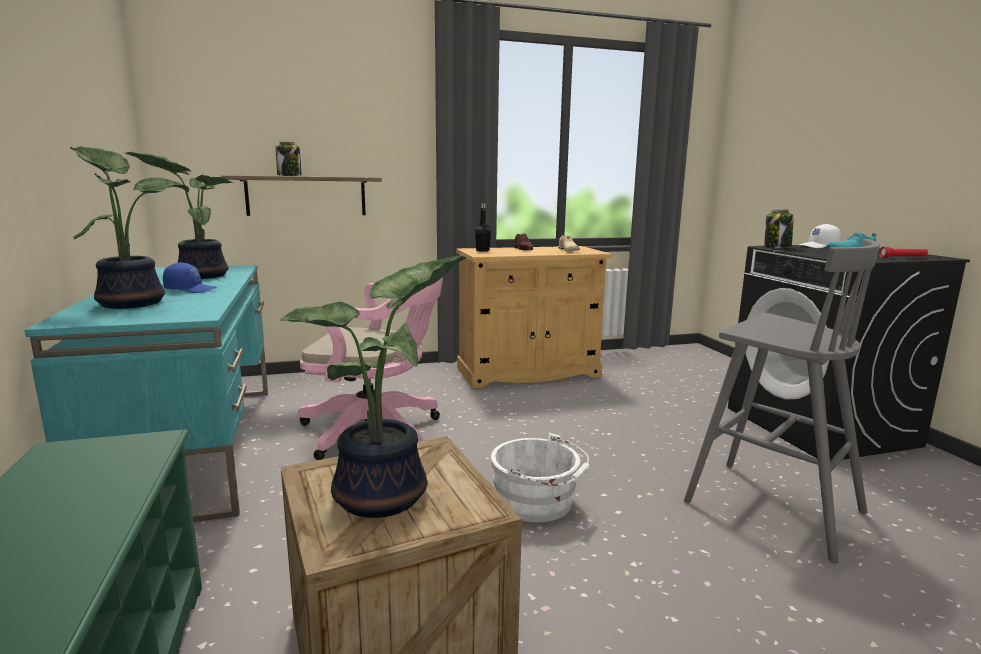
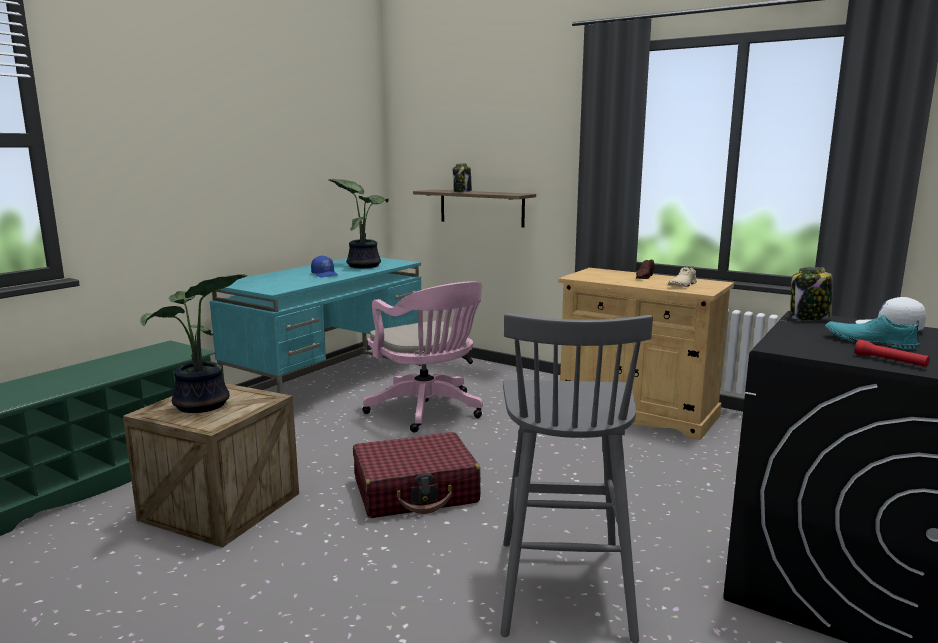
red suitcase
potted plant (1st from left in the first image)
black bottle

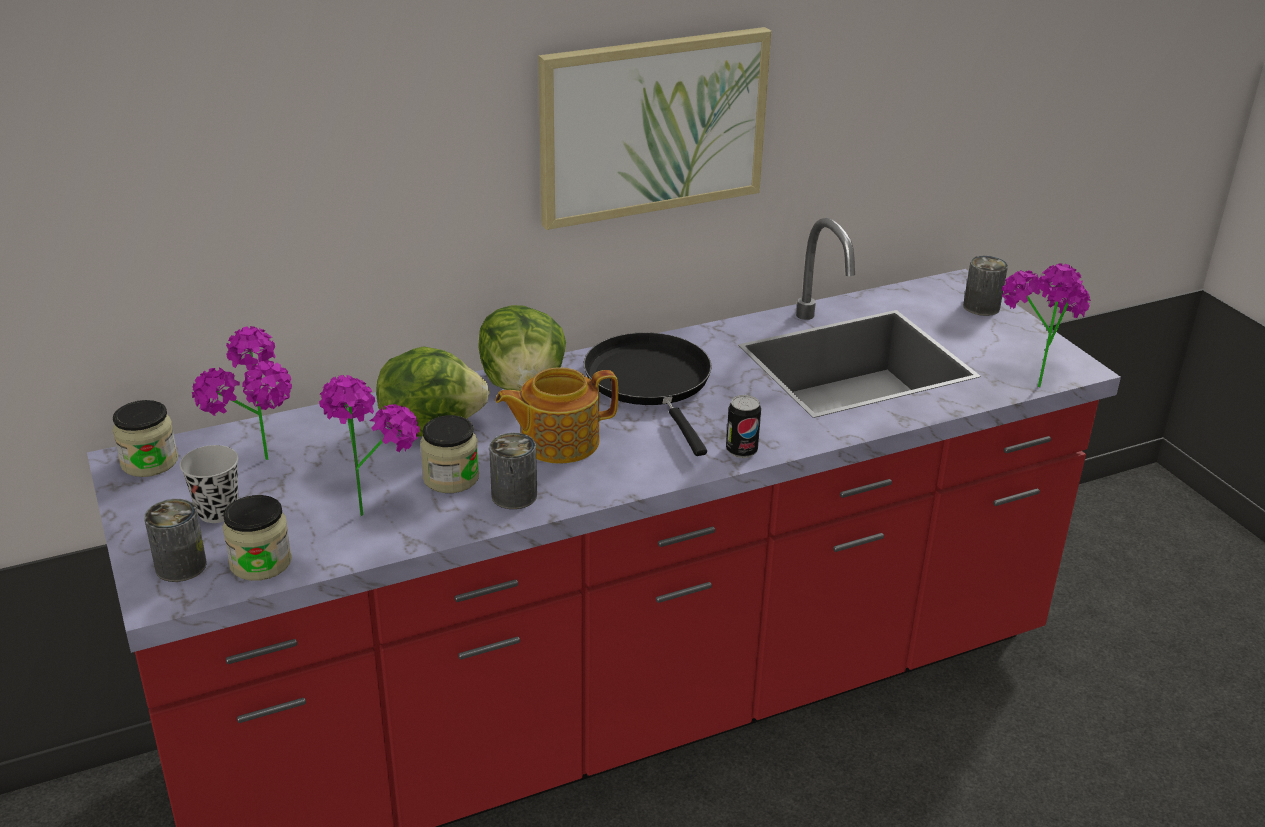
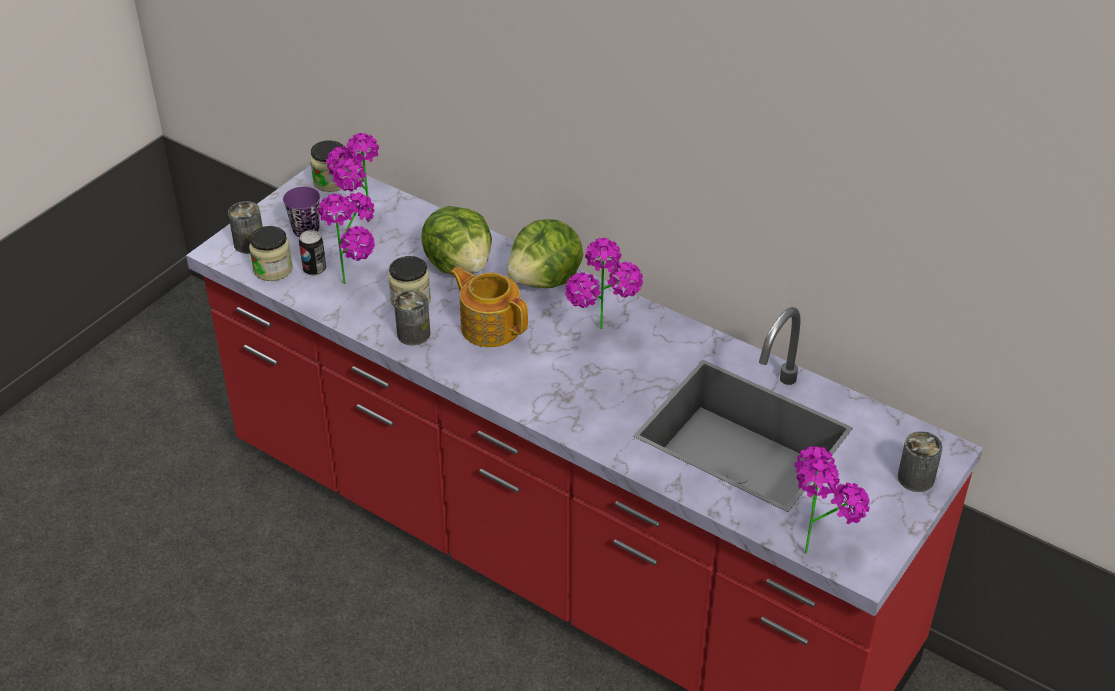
purple cup
can (2nd from left)
potted plant (3rd from left)
picture

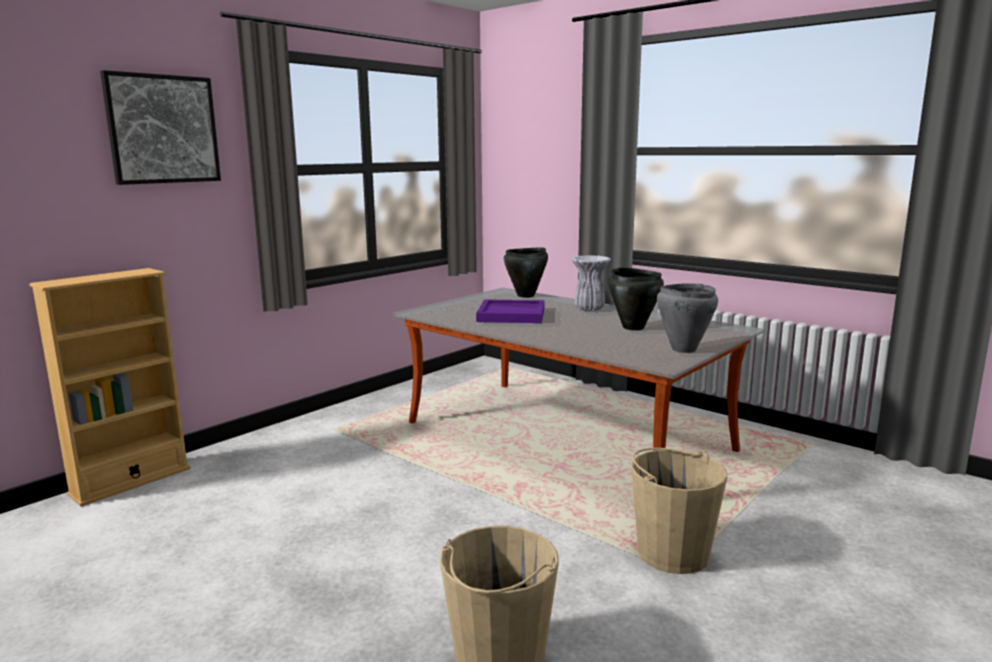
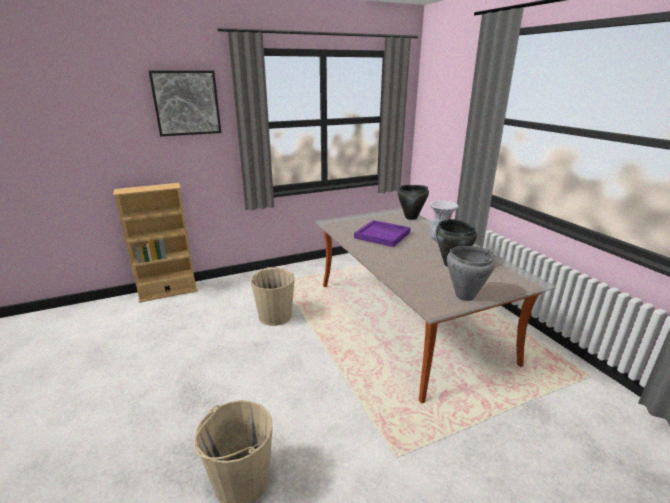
beige bucket (2nd from left)

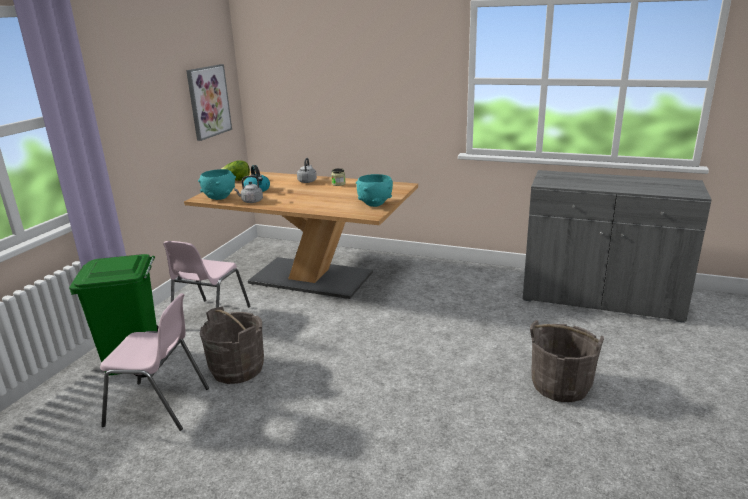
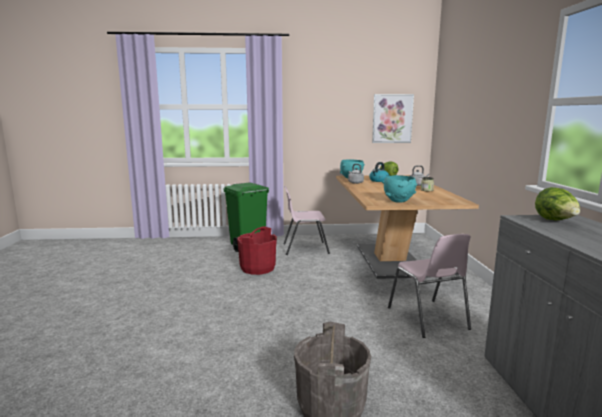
red bucket
pink chair (2nd from left)
lettuce (2nd from left)

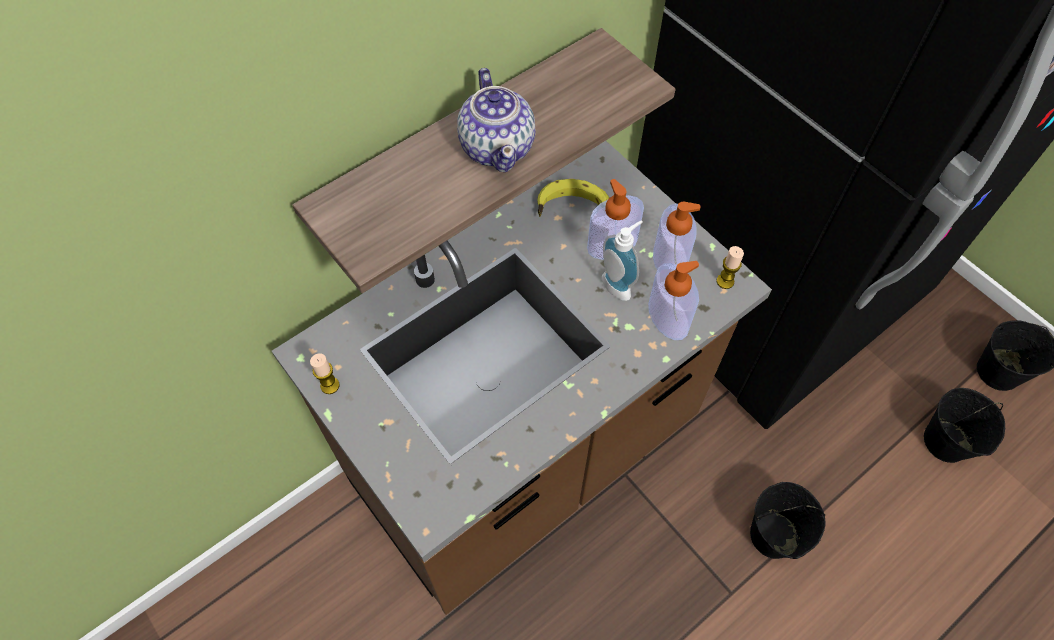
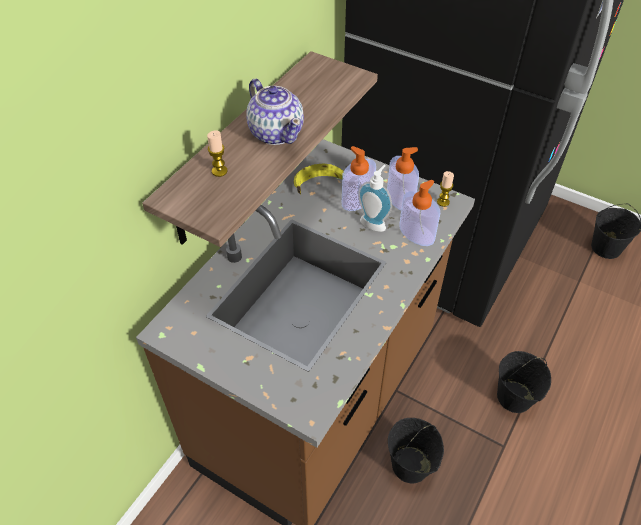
candle (1st from left)
black bucket (1st from left)

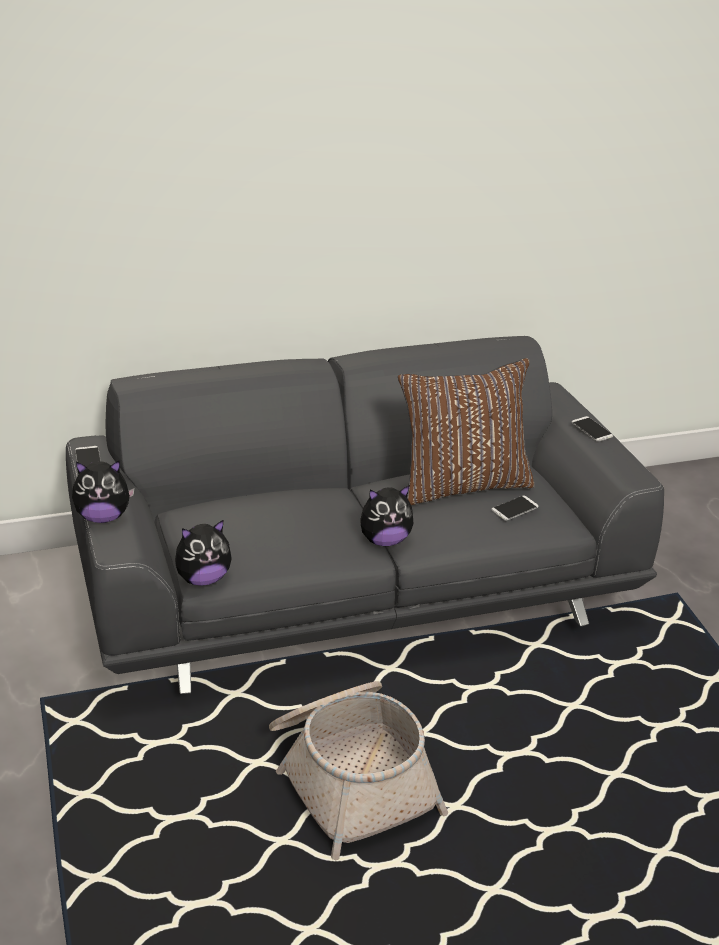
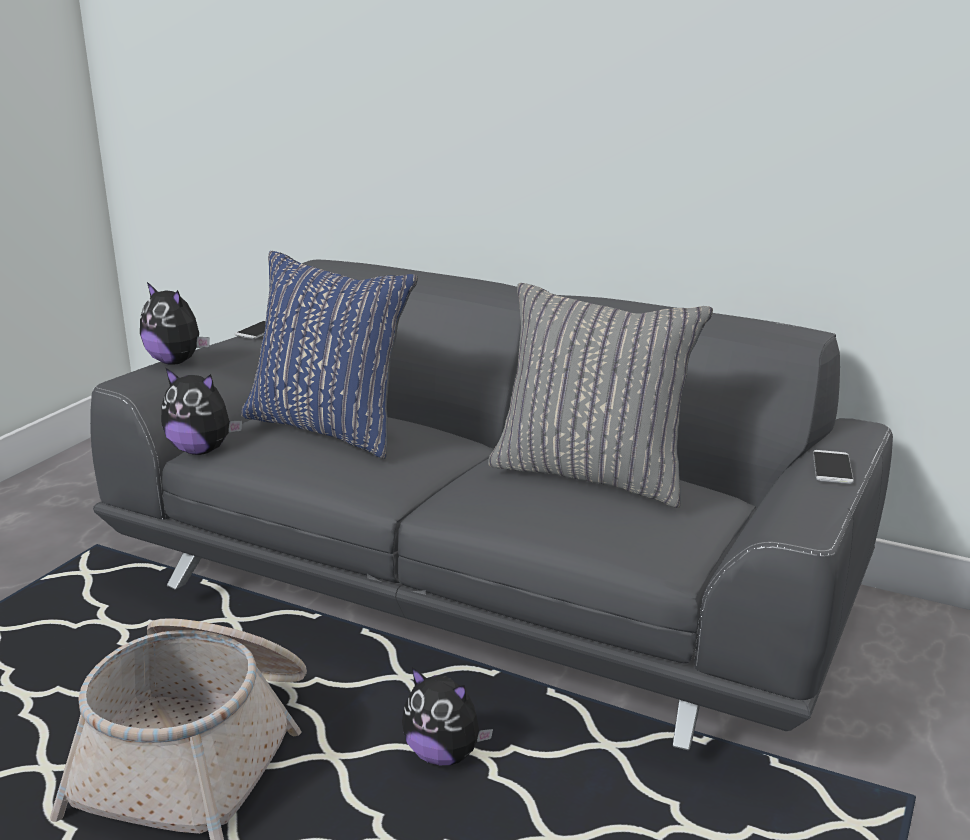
blue pillow
plush toy (3rd from left)
grey pillow
phone (2nd from left in the first image)

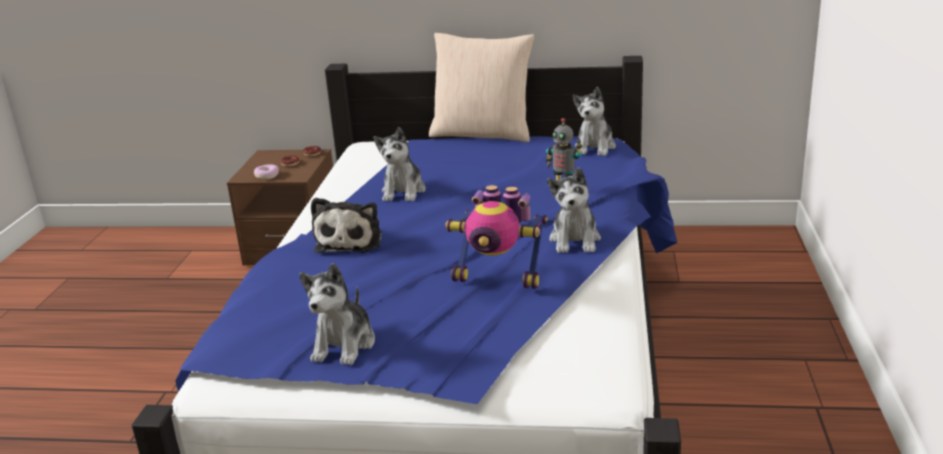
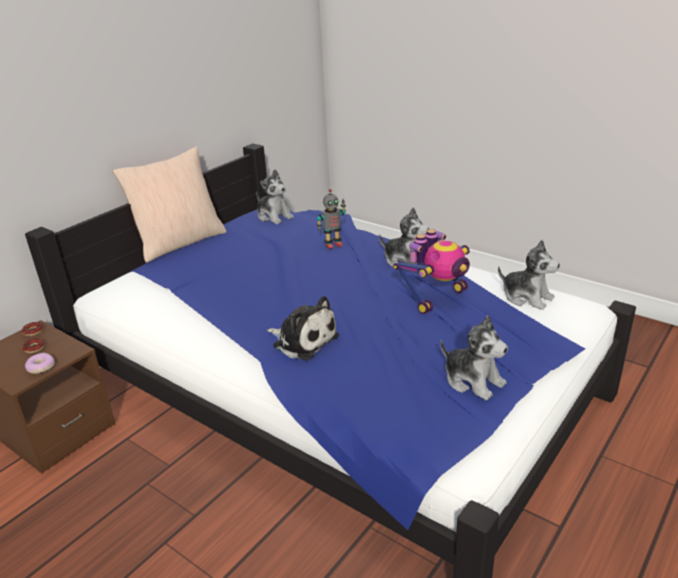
plush toy (5th from left)

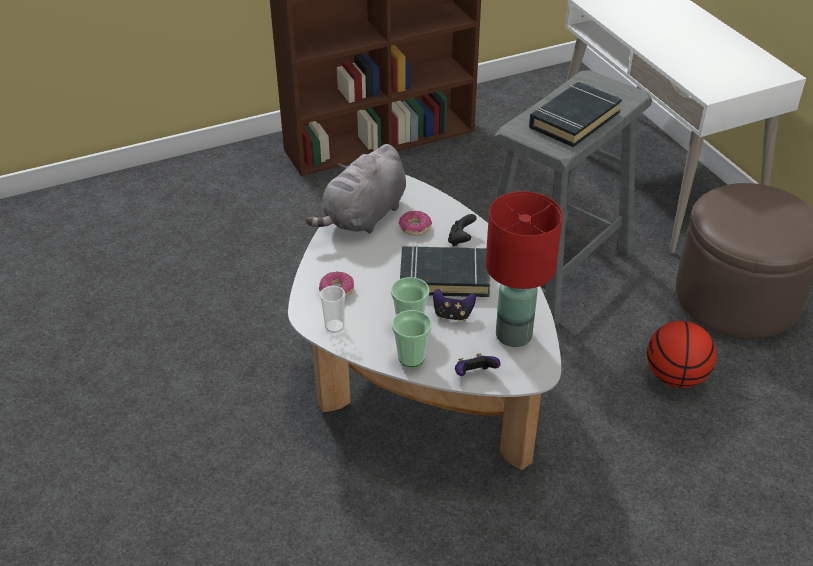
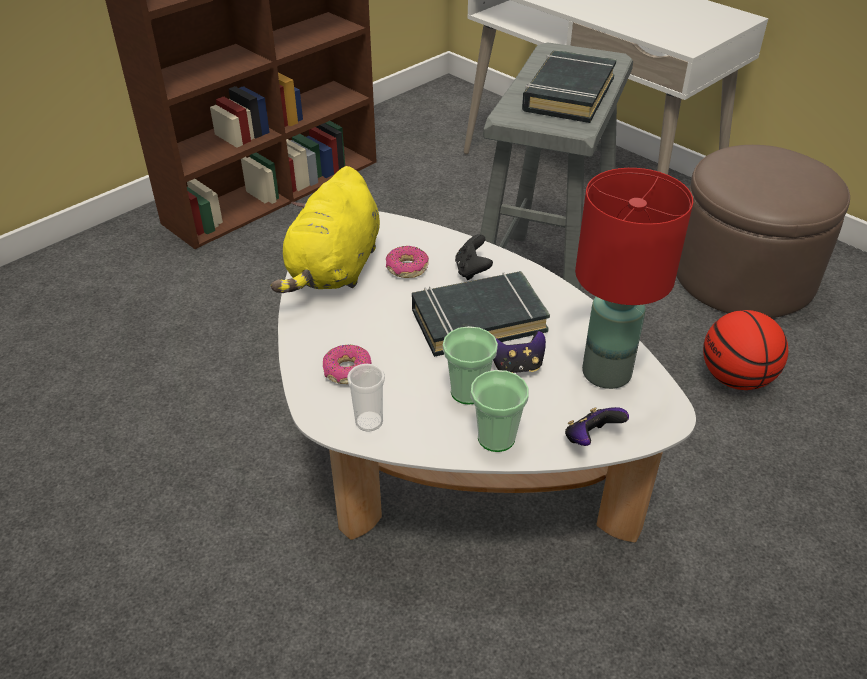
yellow plush toy

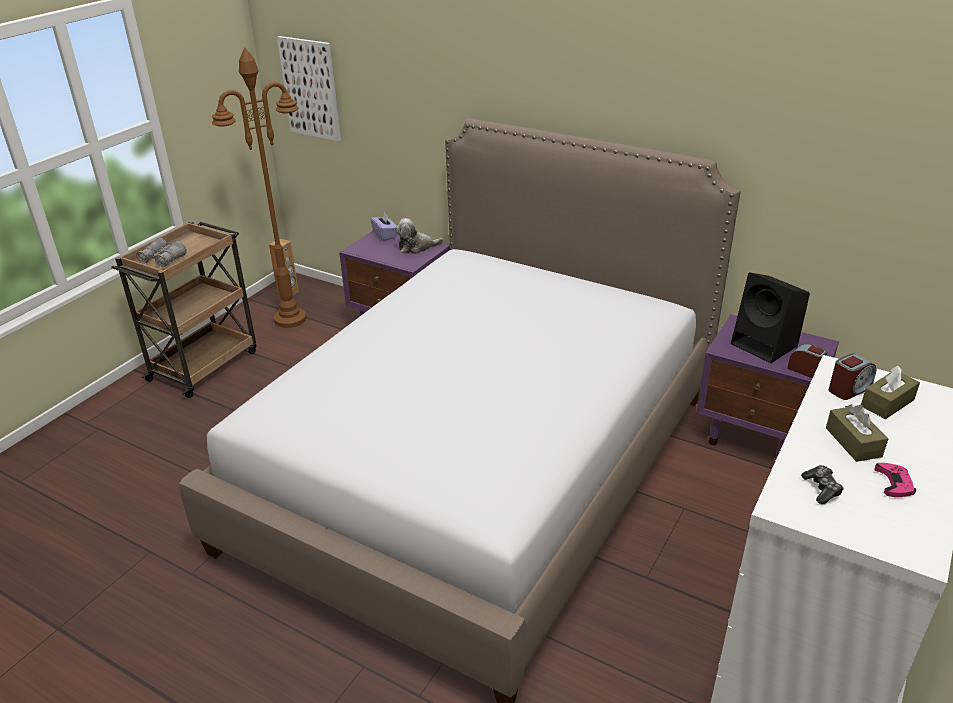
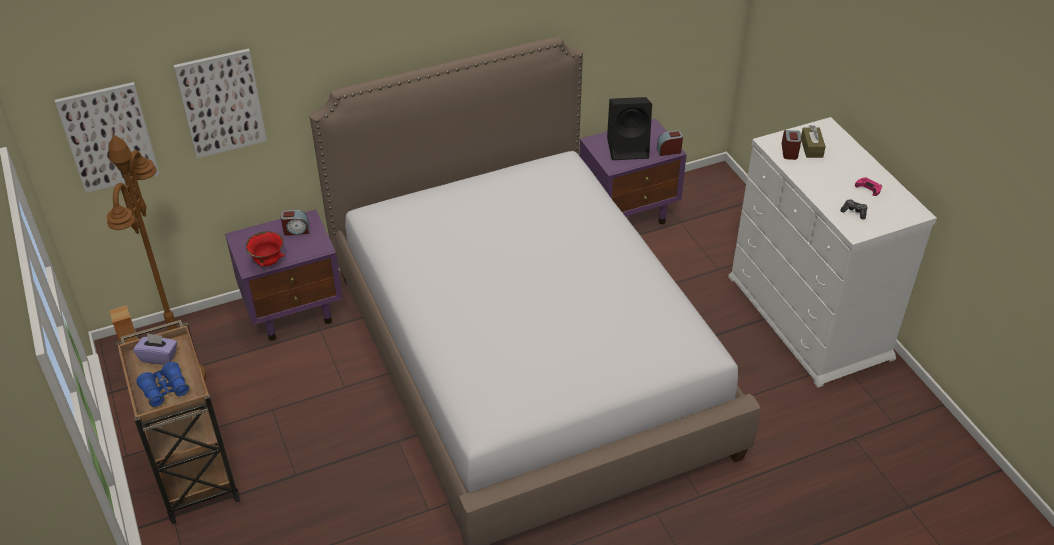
purple tissue box
blue binoculars
picture (2nd from left)
red bowl
alarm clock (1st from left)
brown tissue box (1st from left in the first image)

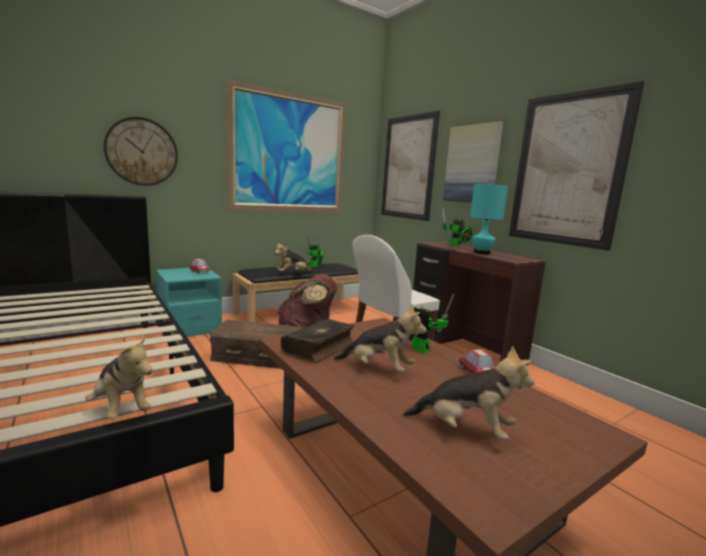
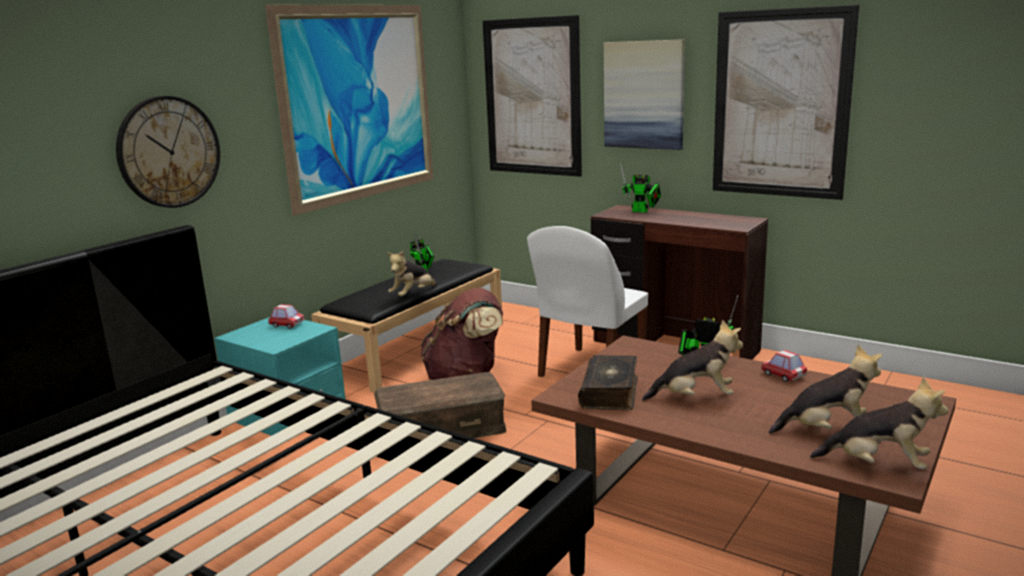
plush toy (4th from left)
turquoise table lamp

